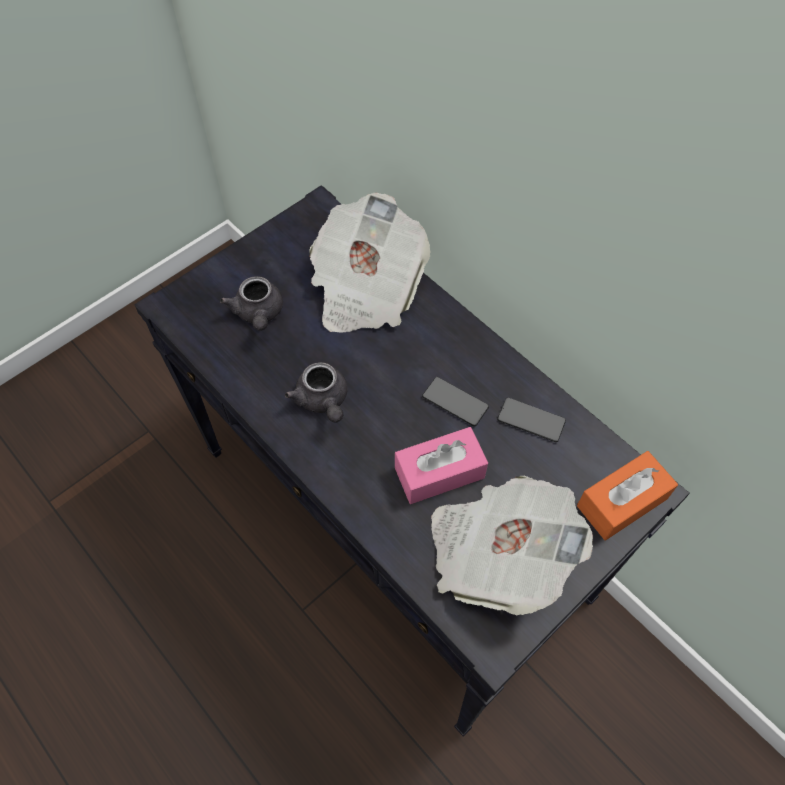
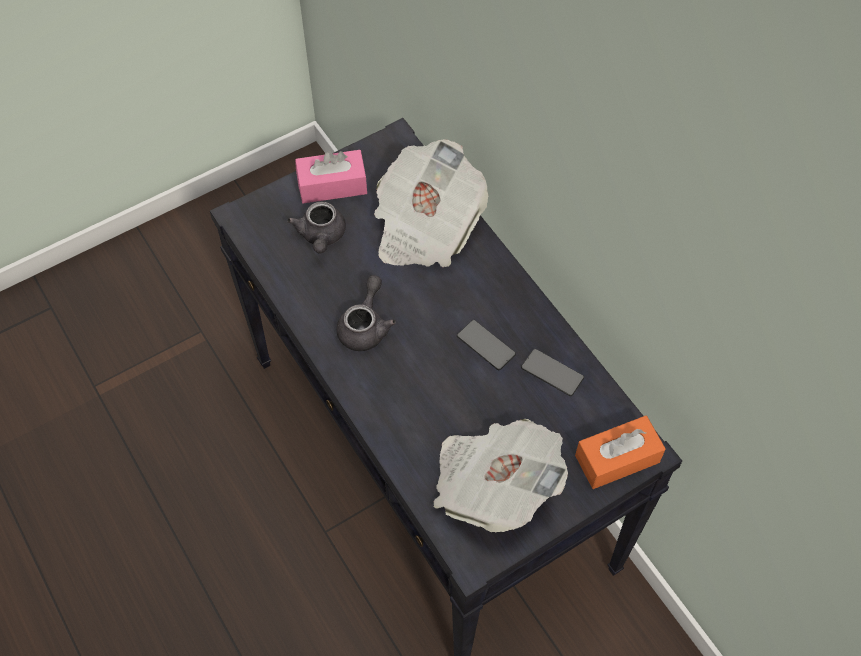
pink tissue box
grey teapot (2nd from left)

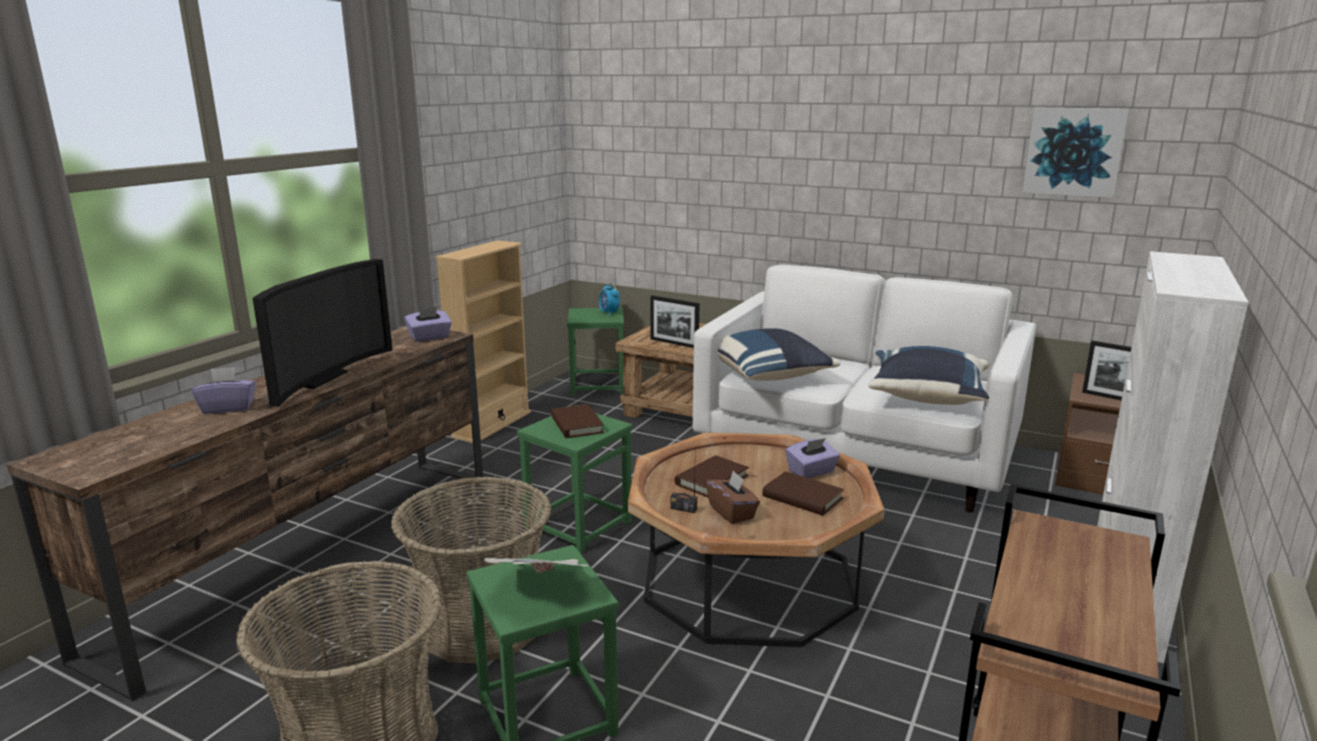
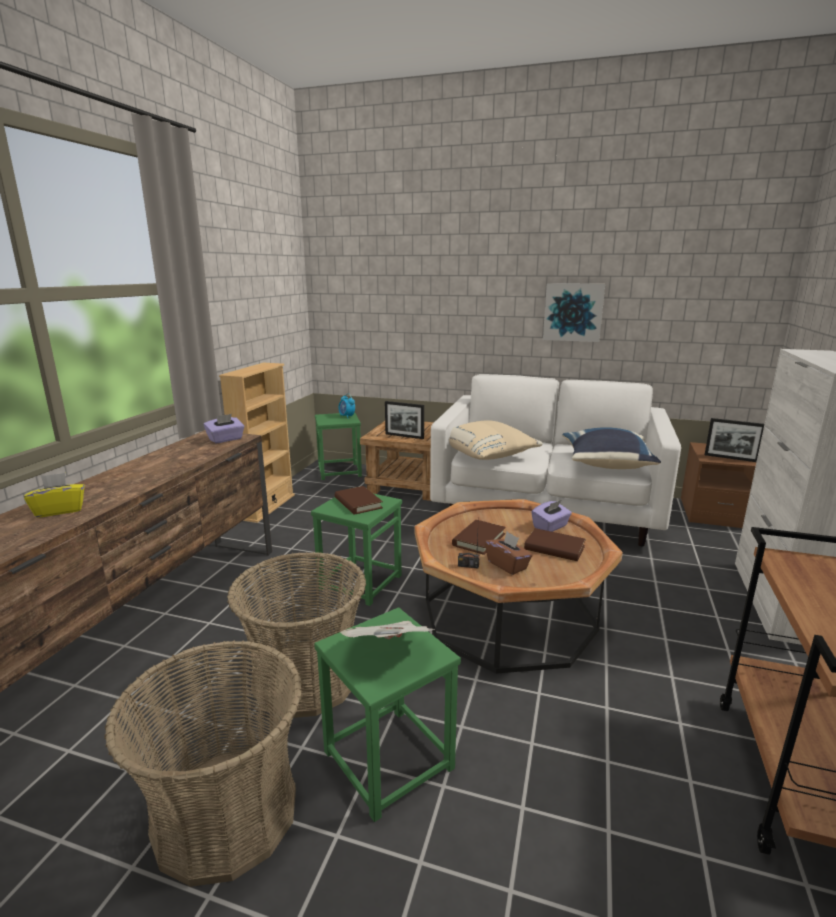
yellow tissue box
beige pillow
picture
television

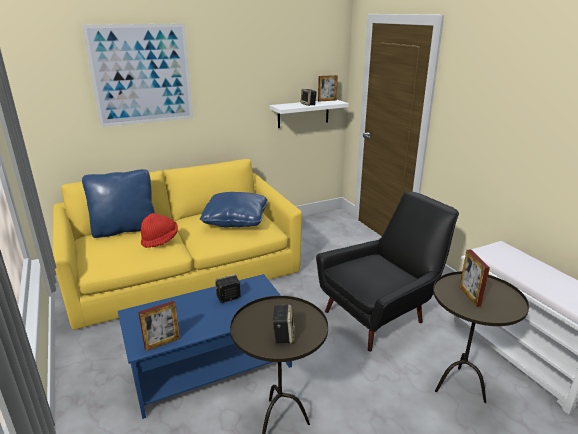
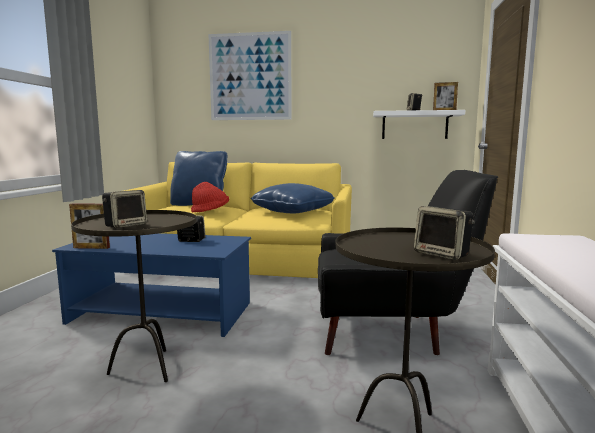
speaker (4th from left)
picture frame (3rd from left in the first image)

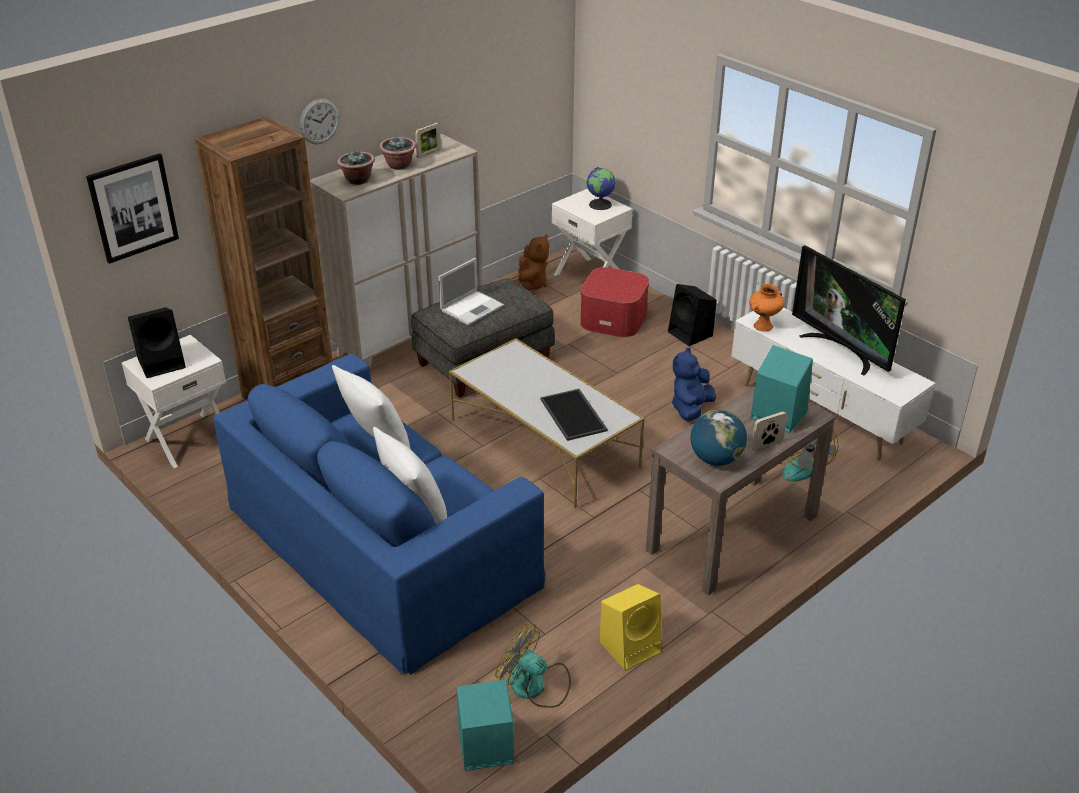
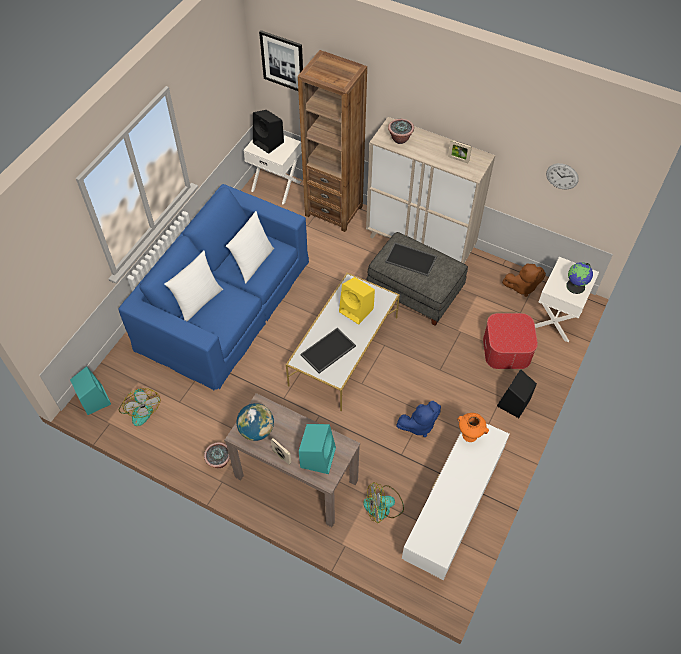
fan (1st from left)
potted plant (1st from left)
yellow speaker
tray (2nd from left)
blue plush toy
wall clock
television

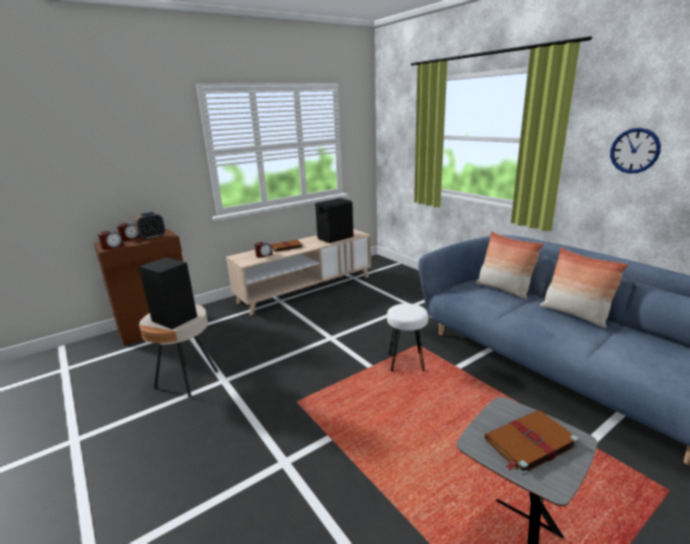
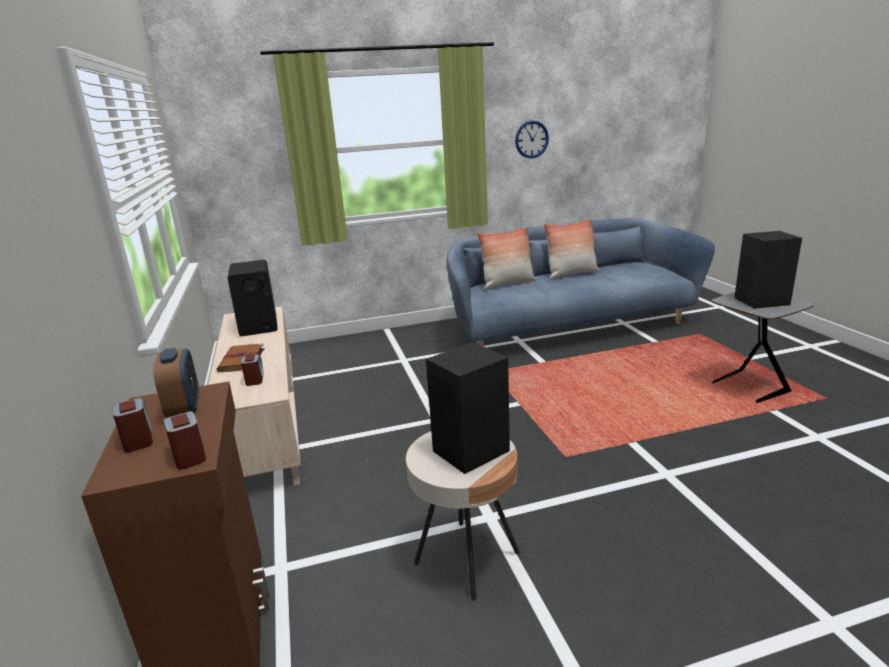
black speaker (3rd from left)
white stool

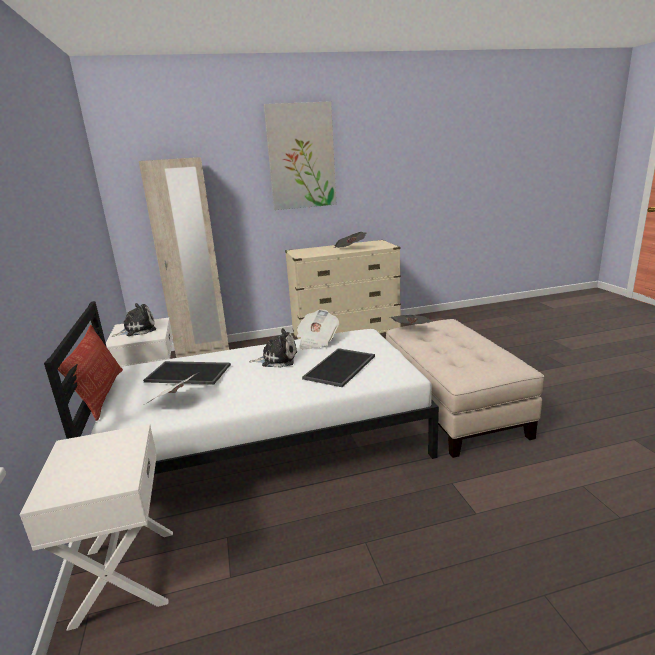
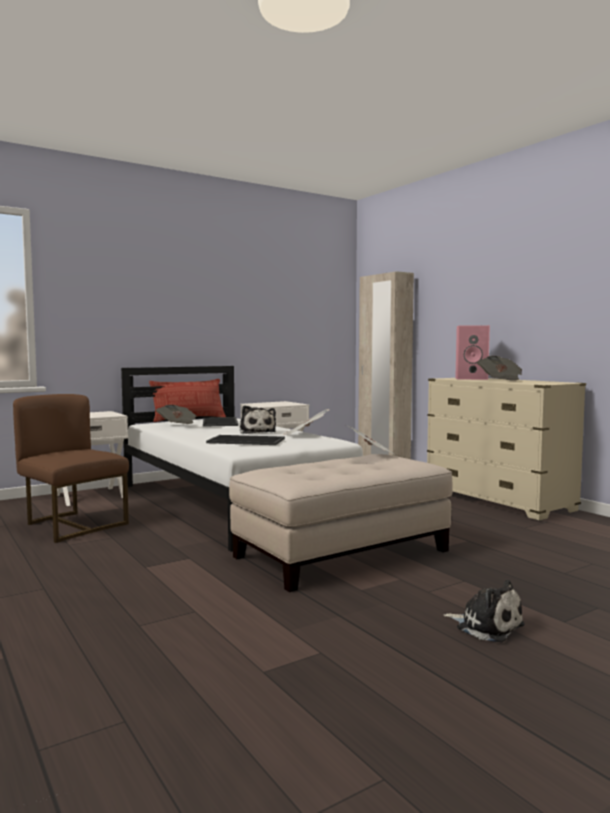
brown chair
plush toy (2nd from left)
pink speaker
picture

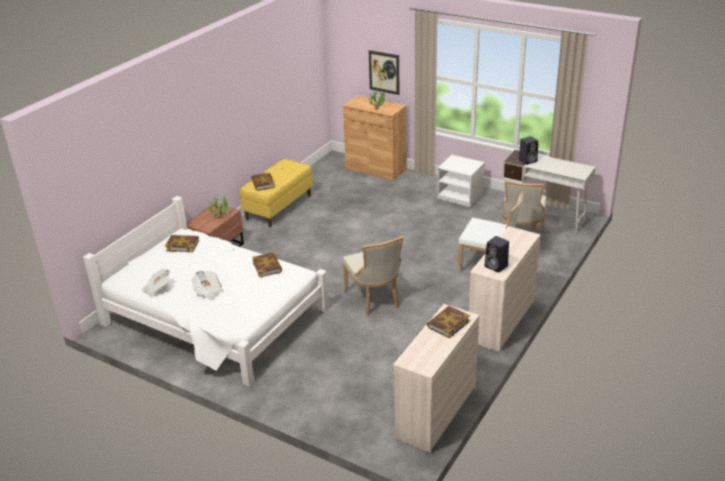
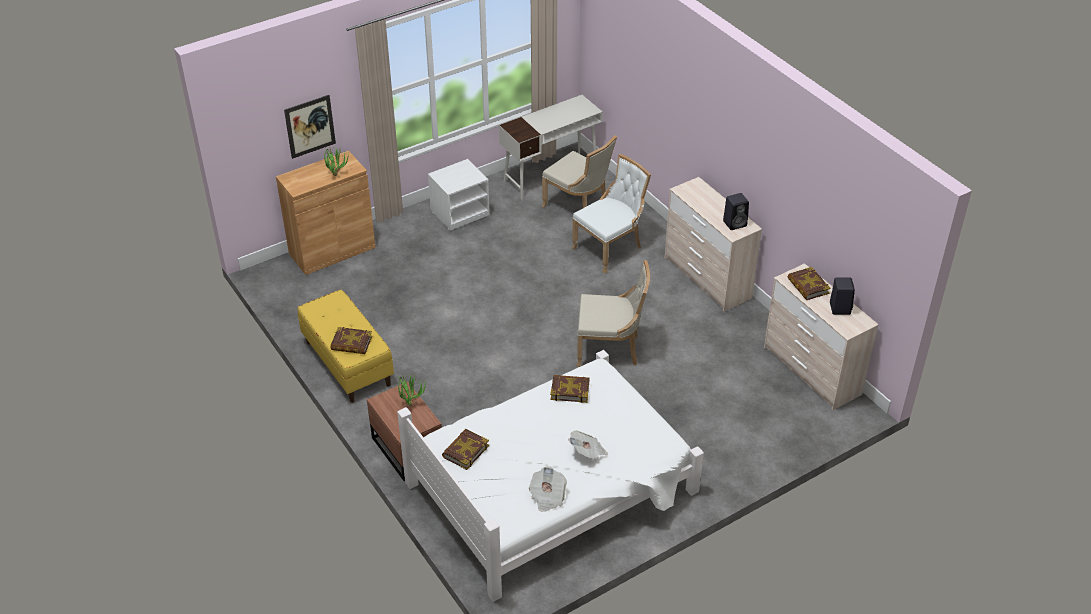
black speaker (2nd from left)

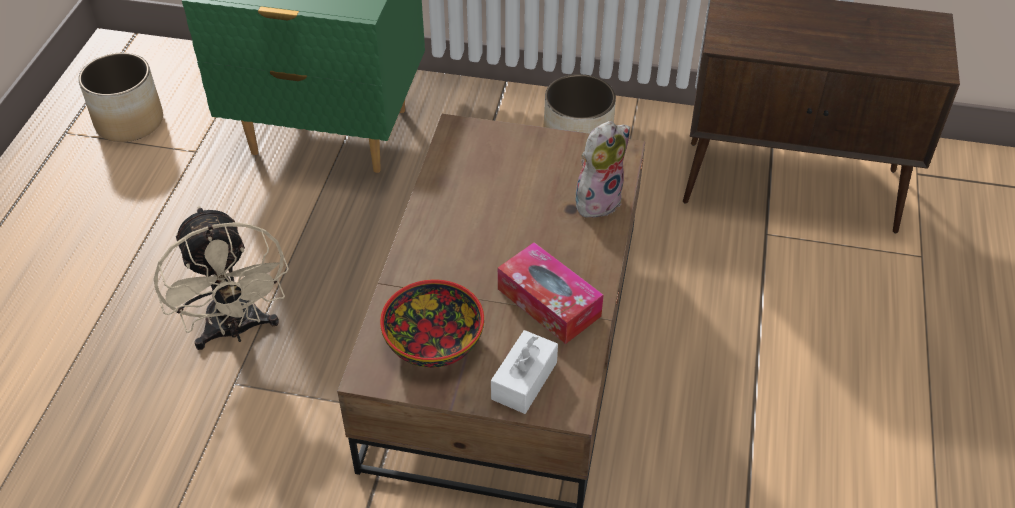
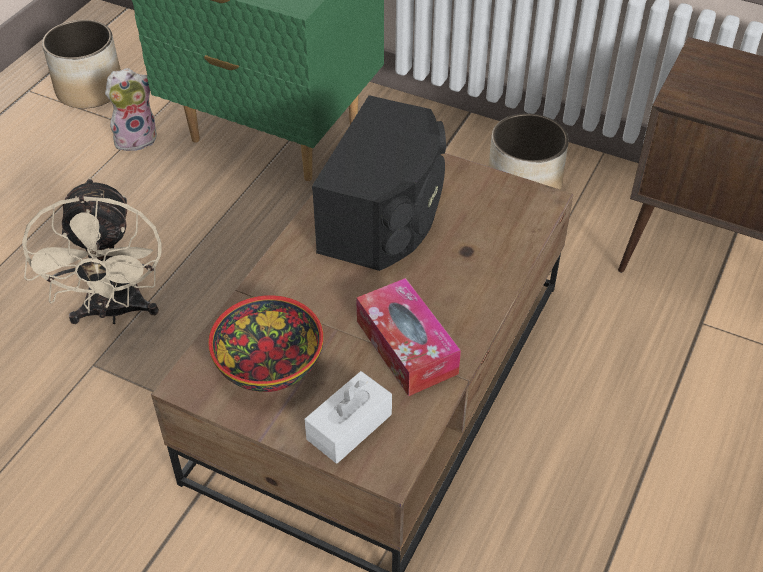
plush toy
black speaker

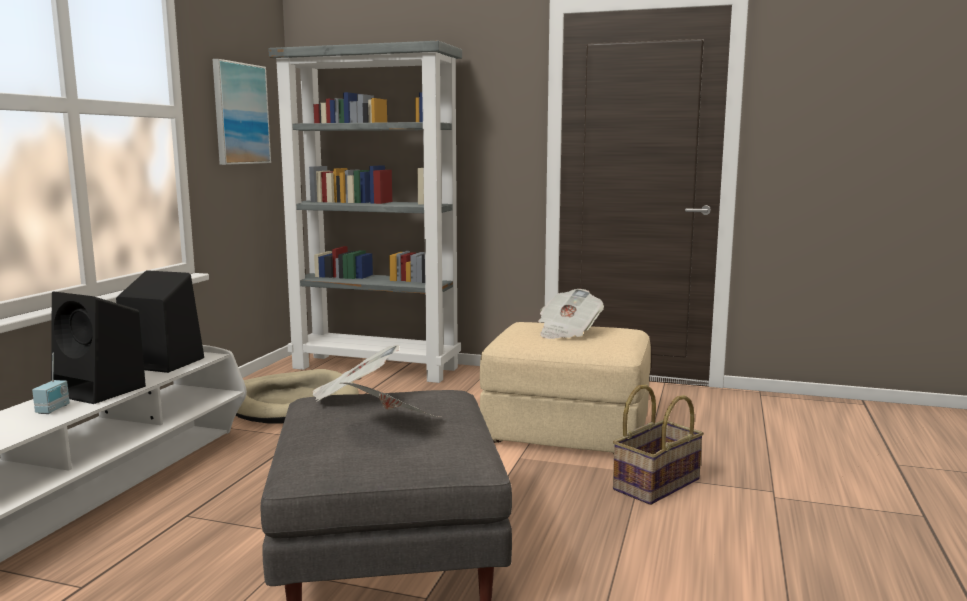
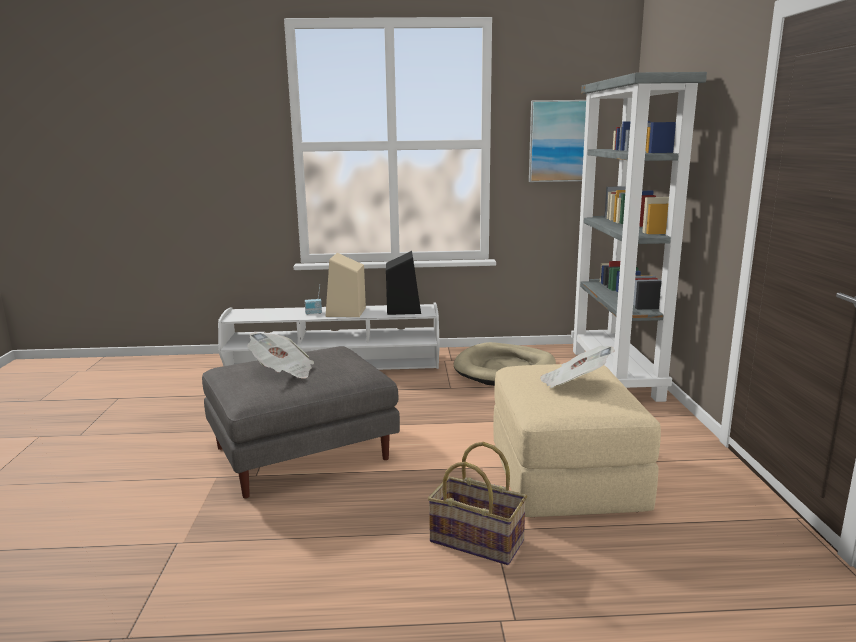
beige speaker
newspaper (1st from left in the first image)

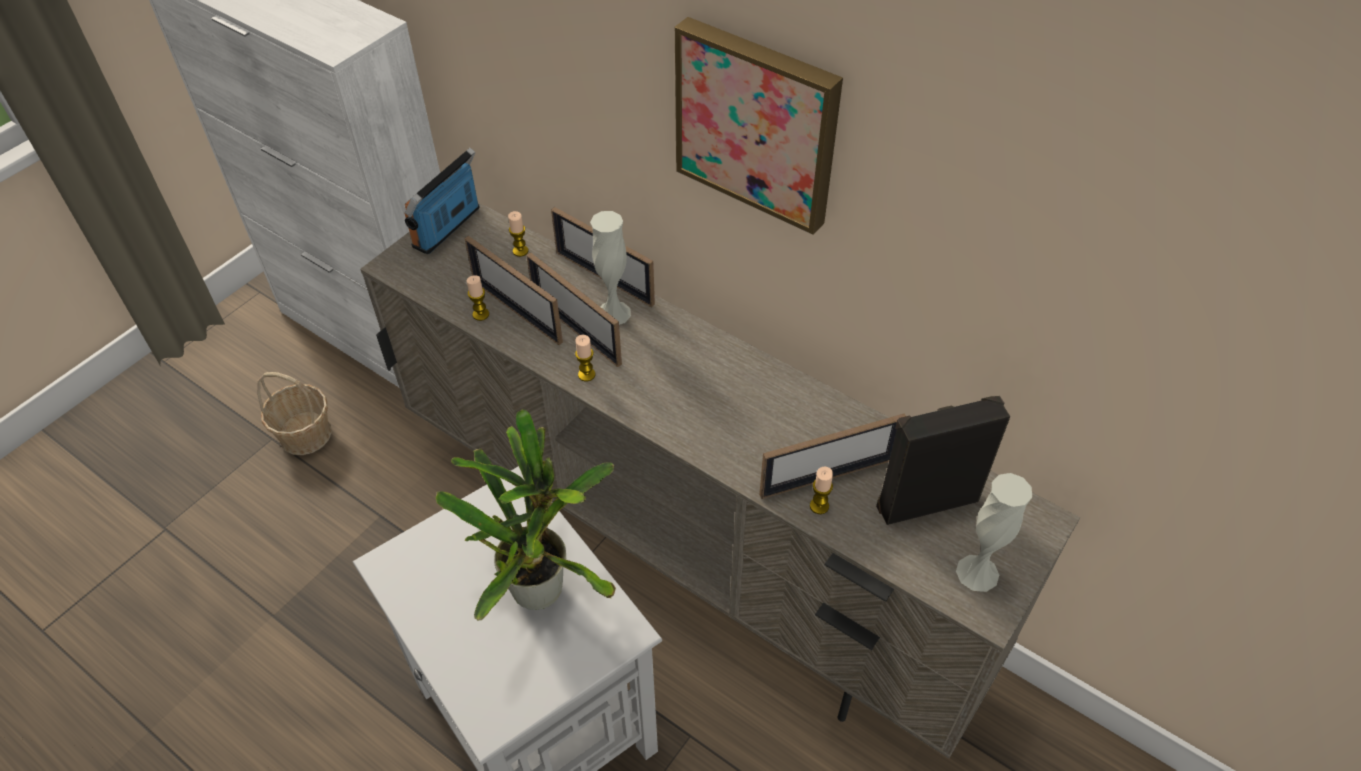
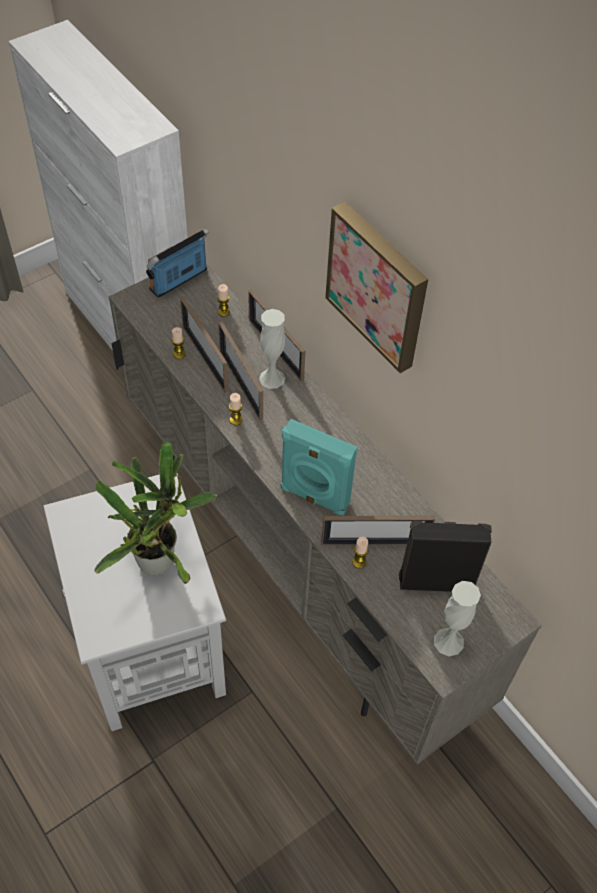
turquoise speaker
basket

